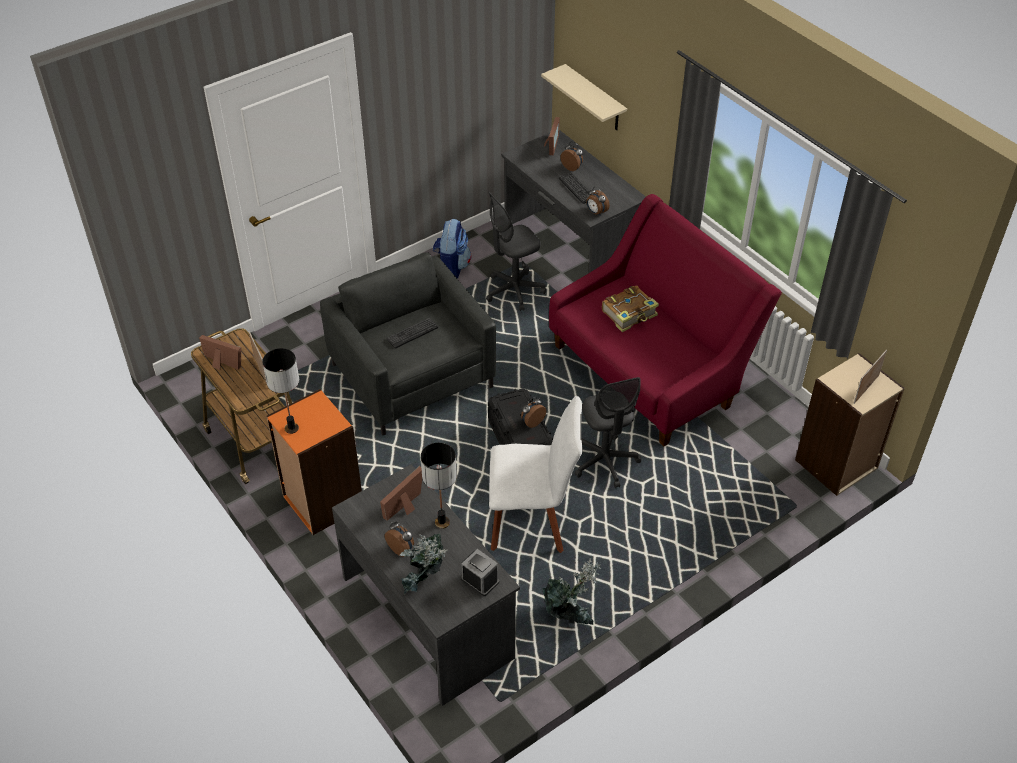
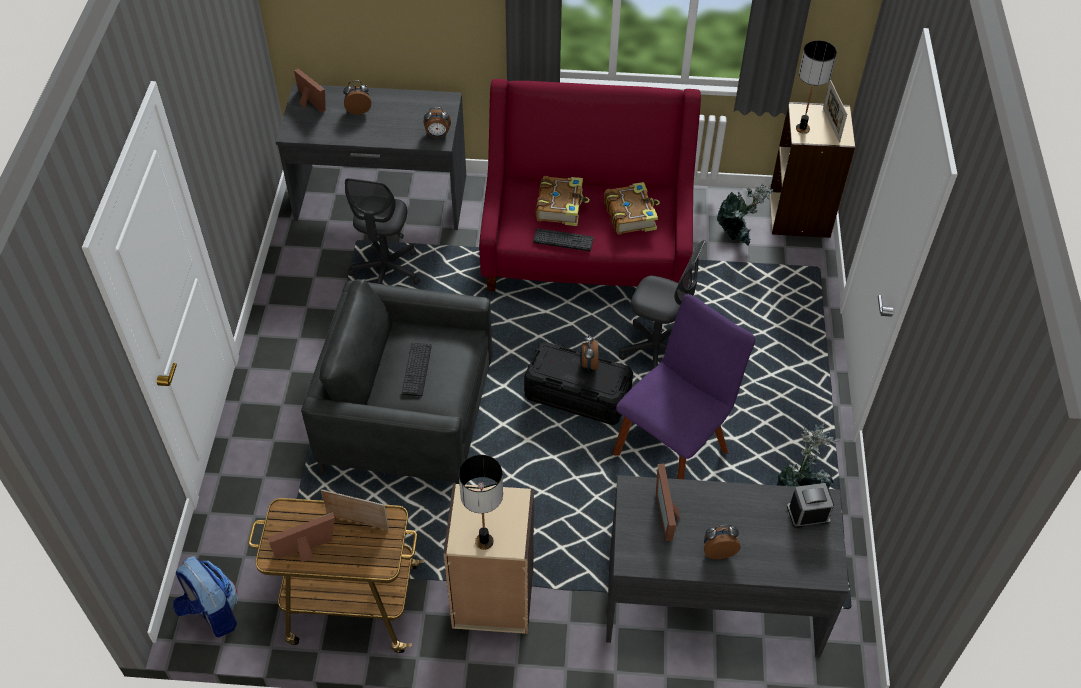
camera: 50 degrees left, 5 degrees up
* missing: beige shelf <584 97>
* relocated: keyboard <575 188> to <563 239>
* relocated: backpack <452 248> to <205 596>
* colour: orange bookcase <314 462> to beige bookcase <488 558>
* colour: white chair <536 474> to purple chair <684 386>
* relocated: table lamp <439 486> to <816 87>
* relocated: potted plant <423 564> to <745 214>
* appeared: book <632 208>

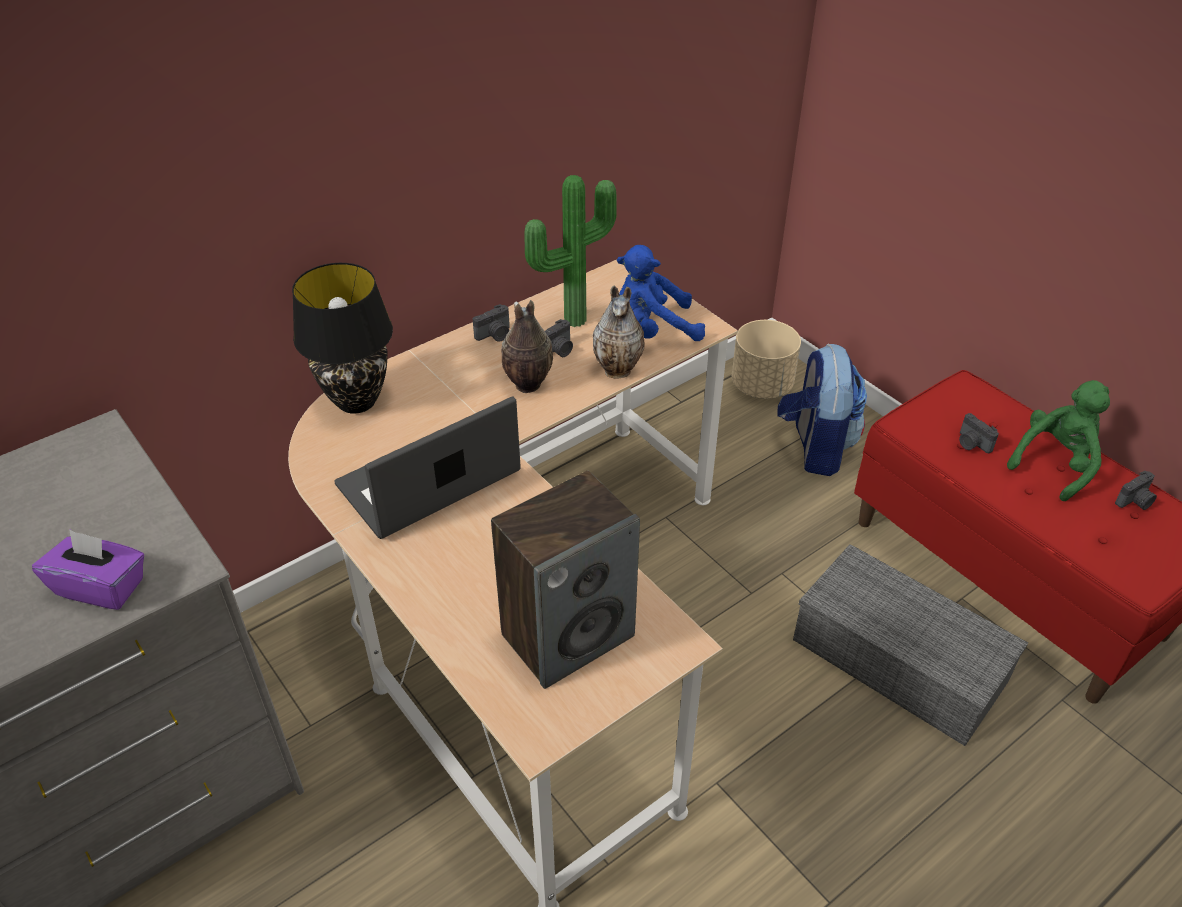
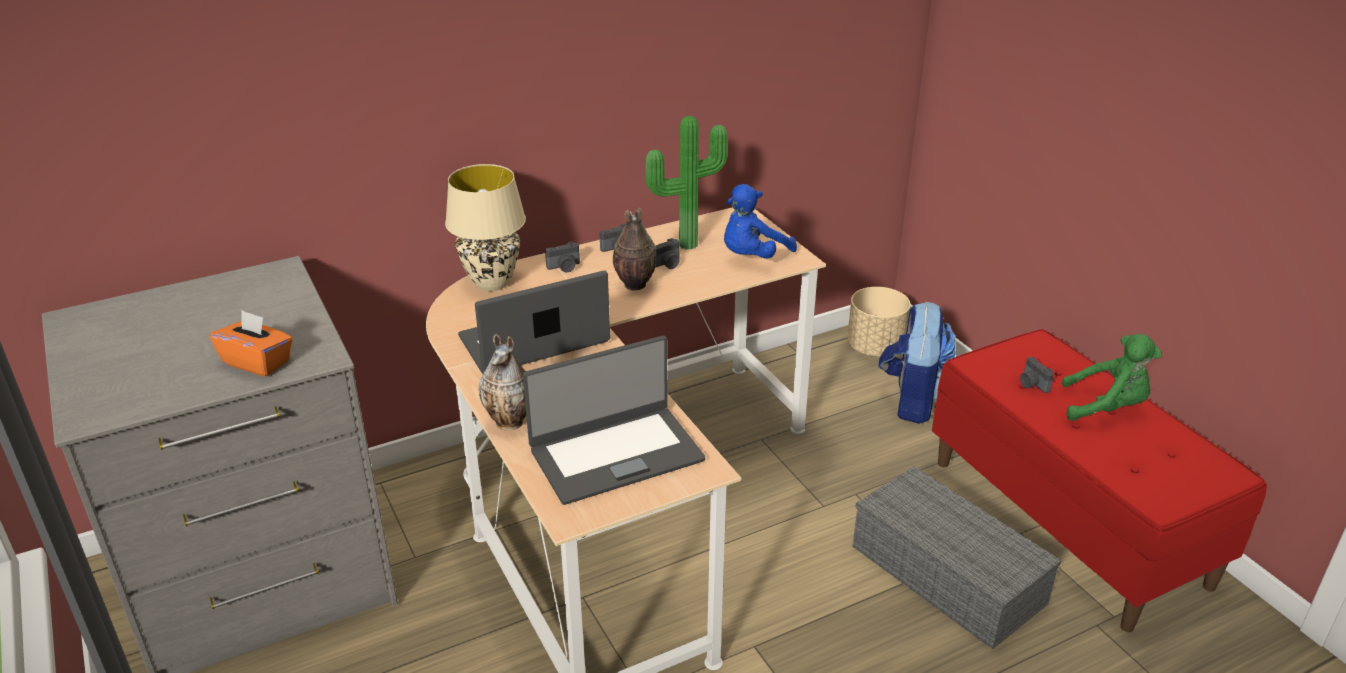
camera: 10 degrees right, 10 degrees down
* spun: blue plush toy <661 293> = <760 221> 45 degrees counterclockwise
* colour: black table lamp <342 338> to beige table lamp <485 227>
* relocated: vase <619 332> to <502 382>
* spun: green plush toy <1058 440> = <1112 377> 45 degrees clockwise
* exchanged: speaker <565 580> to laptop <614 420>
* relocated: photo camera <1136 490> to <562 257>
* colour: purple tissue box <88 569> to orange tissue box <251 343>

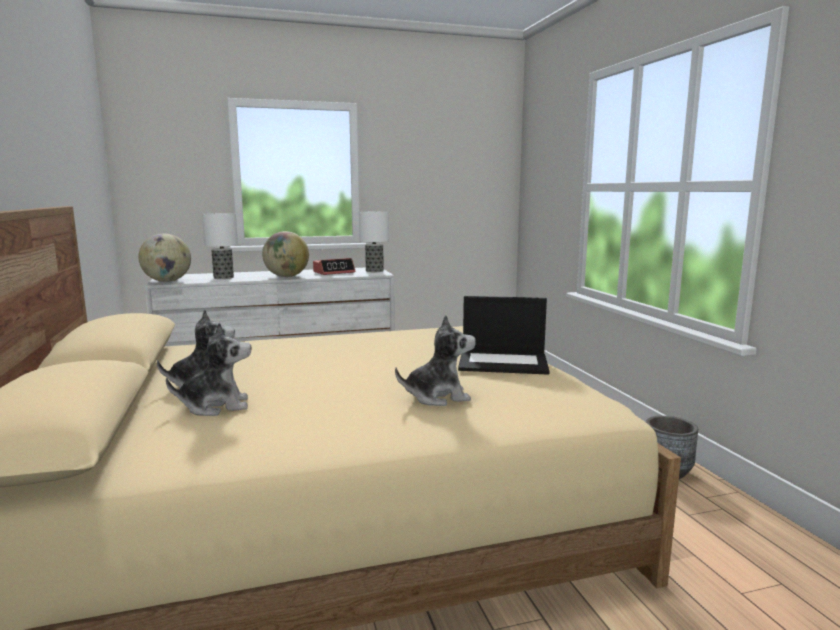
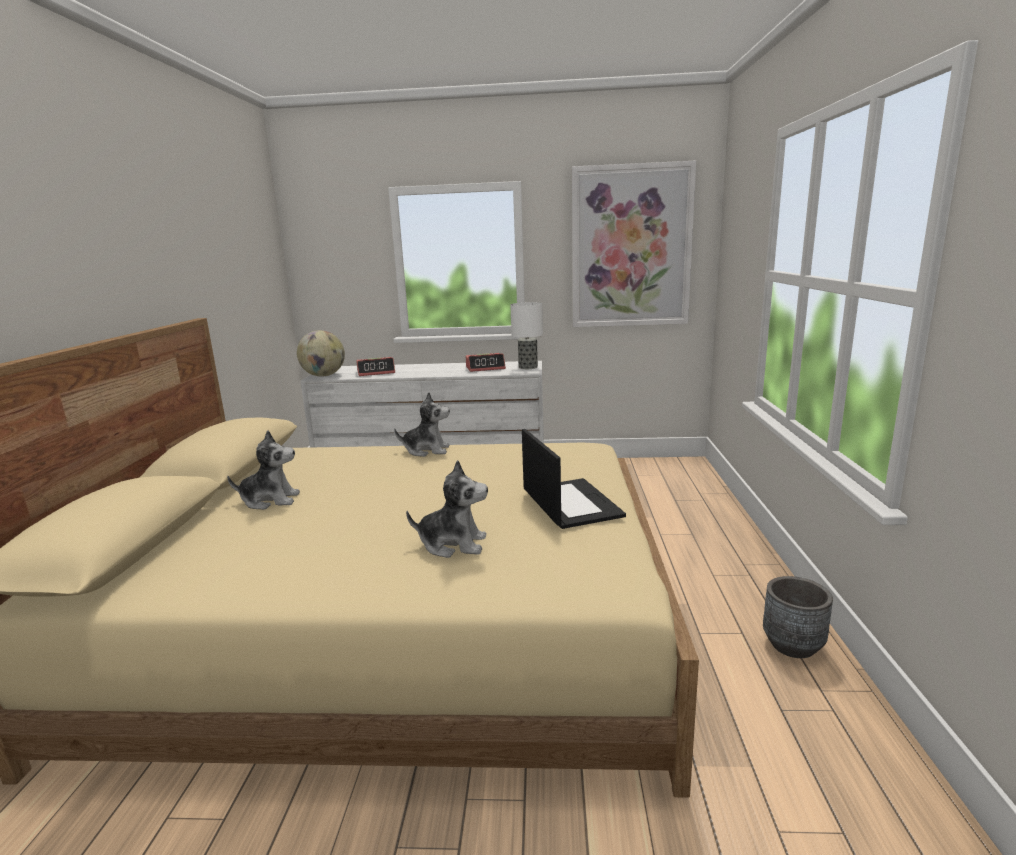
camera: 20 degrees right, 5 degrees up
* exchanged: table lamp <220 246> to alarm clock <375 366>
* missing: globe <285 254>
* spun: laptop <503 335> = <574 479> 135 degrees counterclockwise
* relocated: plush toy <208 369> to <422 424>
* appeared: picture <634 244>

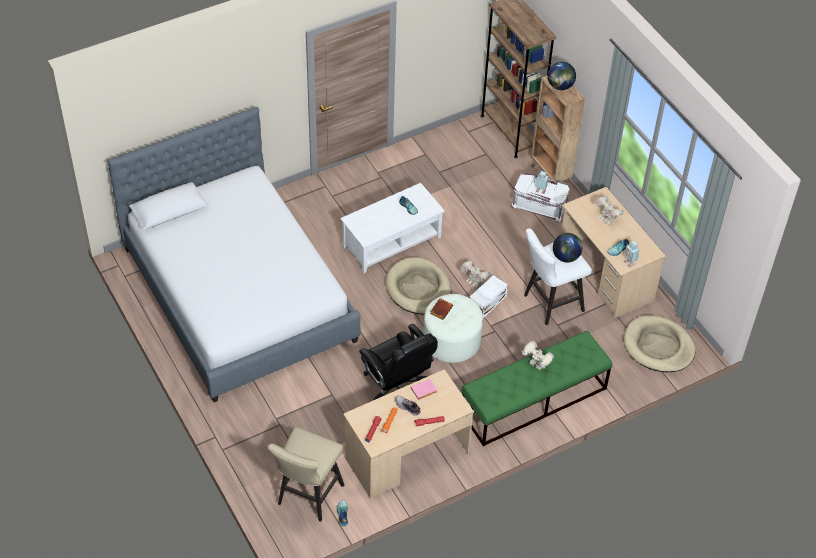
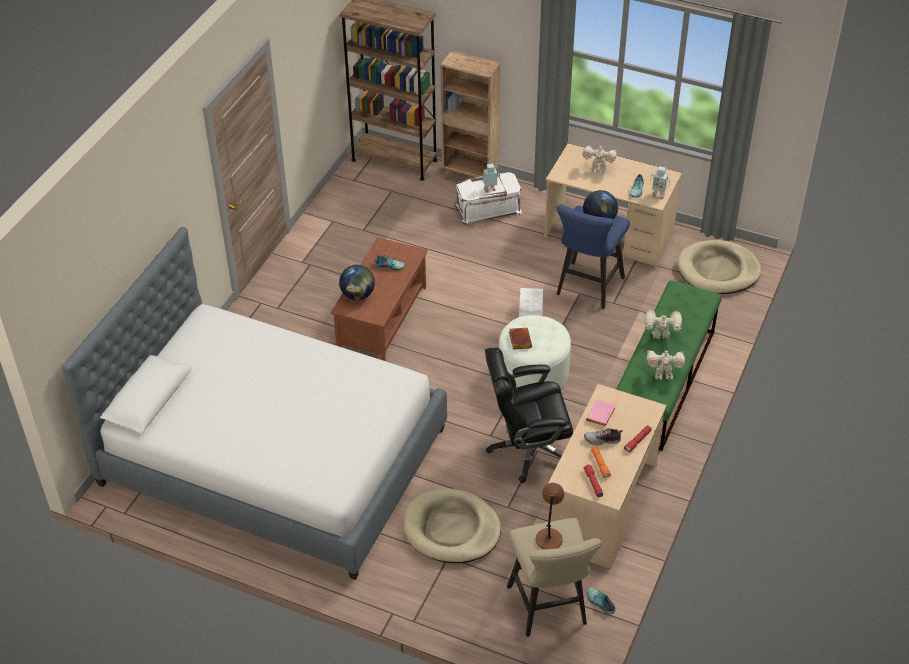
camera: 35 degrees left, 5 degrees down
* relocated: globe <562 76> to <357 282>
* colour: white coffee table <392 228> to brown coffee table <379 299>
* colour: white stool <558 276> to blue stool <593 256>
* relocated: beige dog bed <419 286> to <452 525>
* relocated: toy robot <475 274> to <665 365>
* spun: black office chair <398 362> = <529 415> 150 degrees clockwise
* appeared: brown table lamp <550 516>

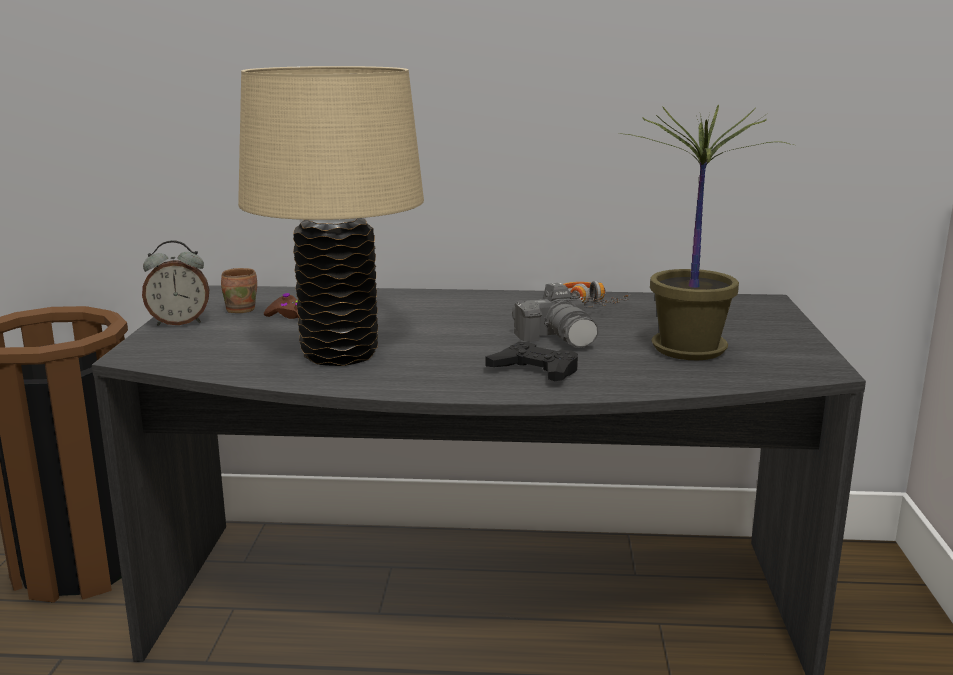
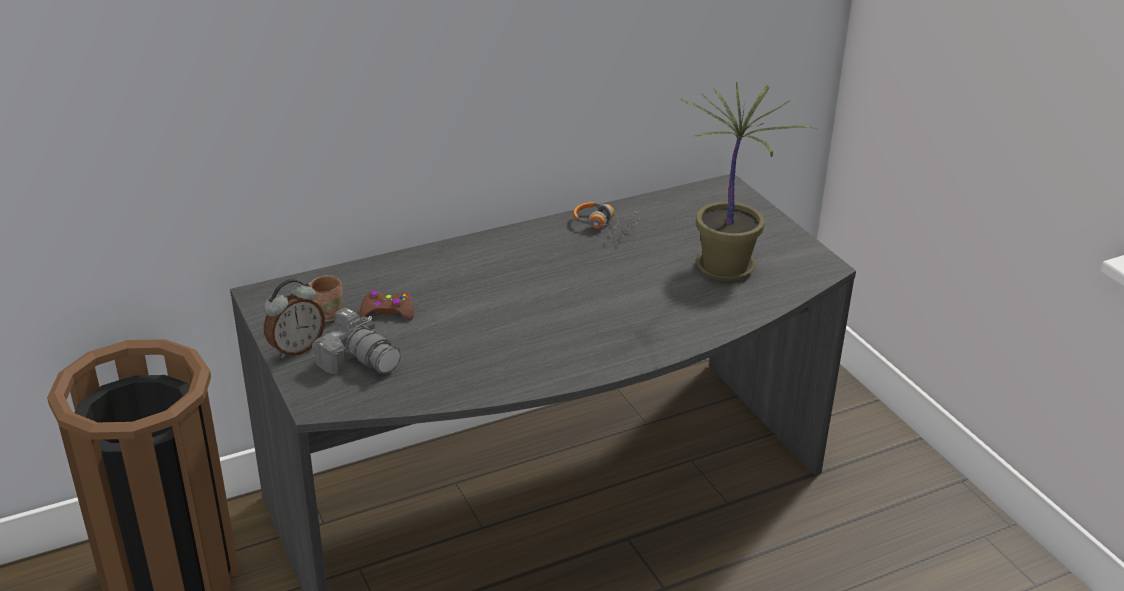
camera: 30 degrees left, 15 degrees up
* missing: beige table lamp <331 216>
* relocated: photo camera <555 315> to <356 341>
* missing: black game controller <532 361>

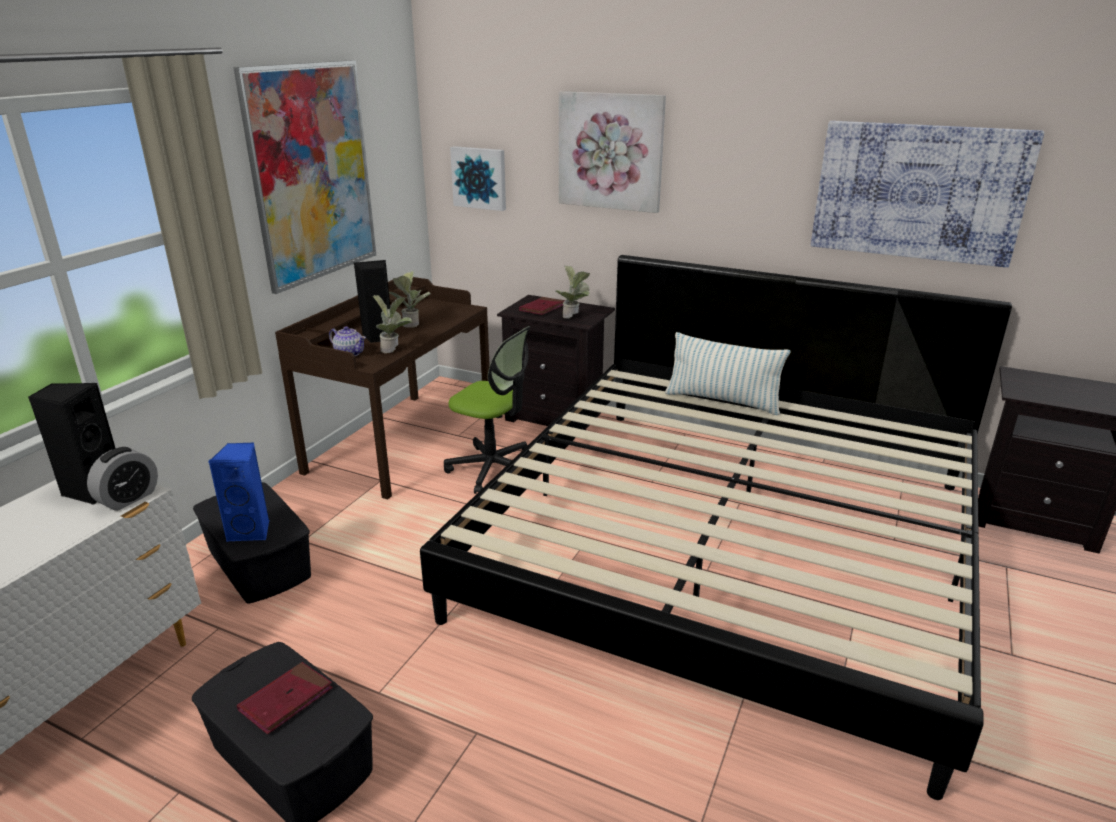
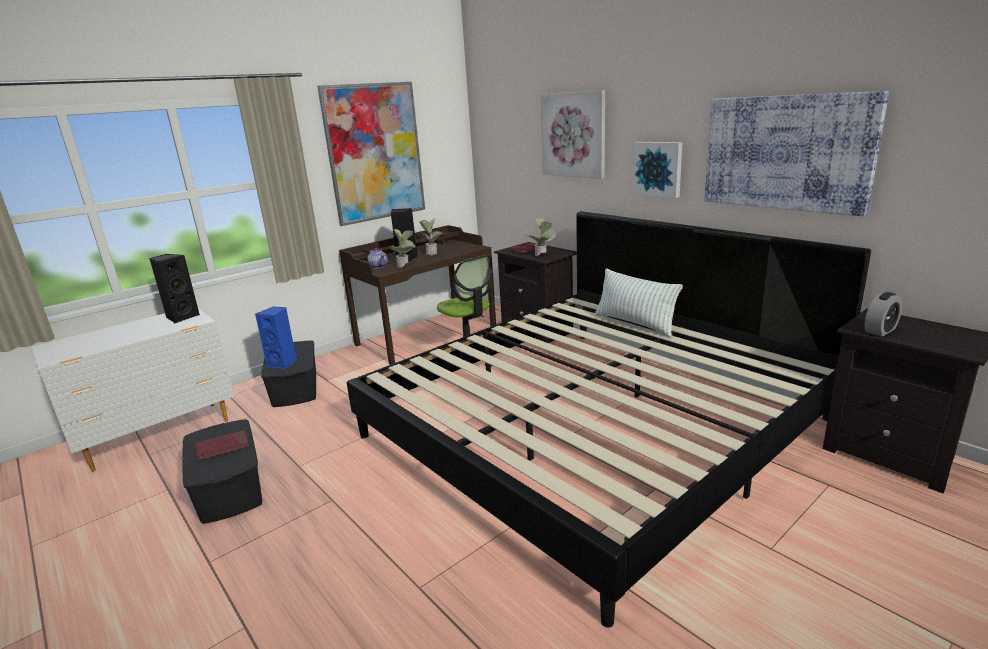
camera: 25 degrees right, 5 degrees down
* relocated: picture <478 178> to <657 170>
* relocated: alarm clock <122 479> to <884 314>

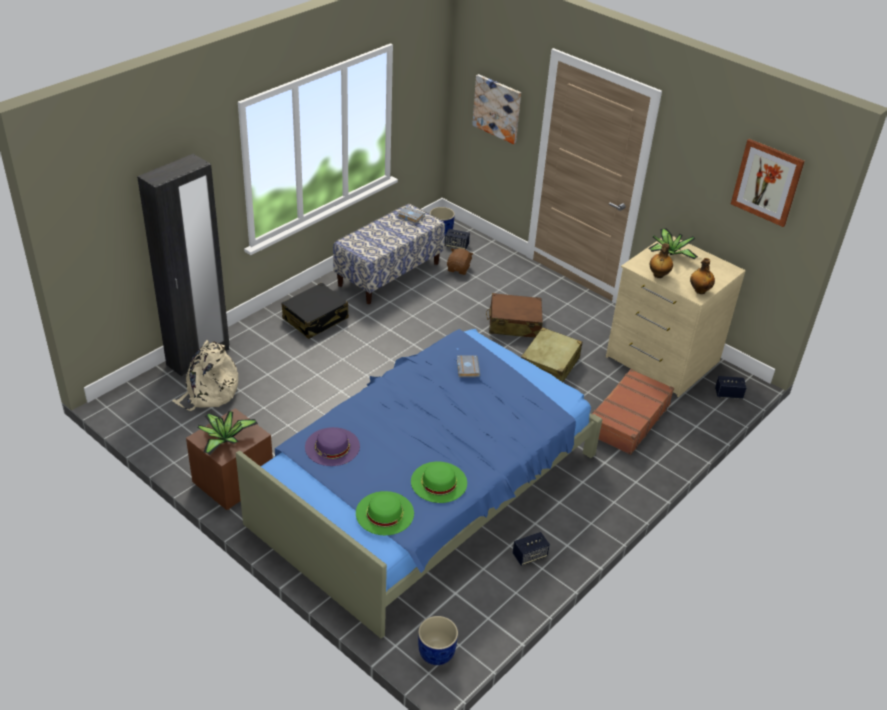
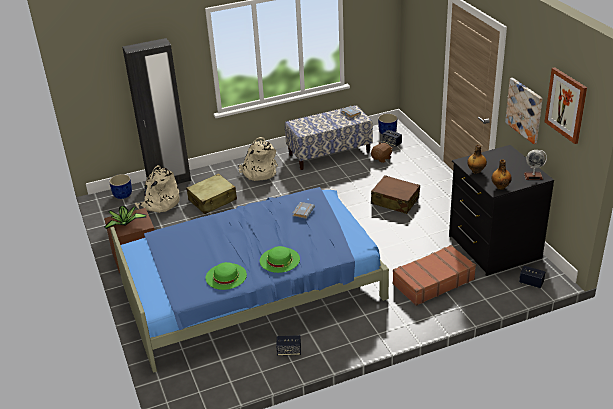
camera: 30 degrees right, 5 degrees down
* relocated: picture <496 109> to <524 111>
* missing: potted plant <673 244>
* colour: beige dresser <676 316> to black dresser <501 210>
* exchanged: black suitcase <315 310> to beige backpack <258 159>
* relocated: beige suitcase <551 354> to <211 193>
* missing: purple hat <332 446>
* relocated: green hat <385 513> to <280 259>
* relocated: blue planter <438 640> to <120 186>
* appeared: globe <535 165>

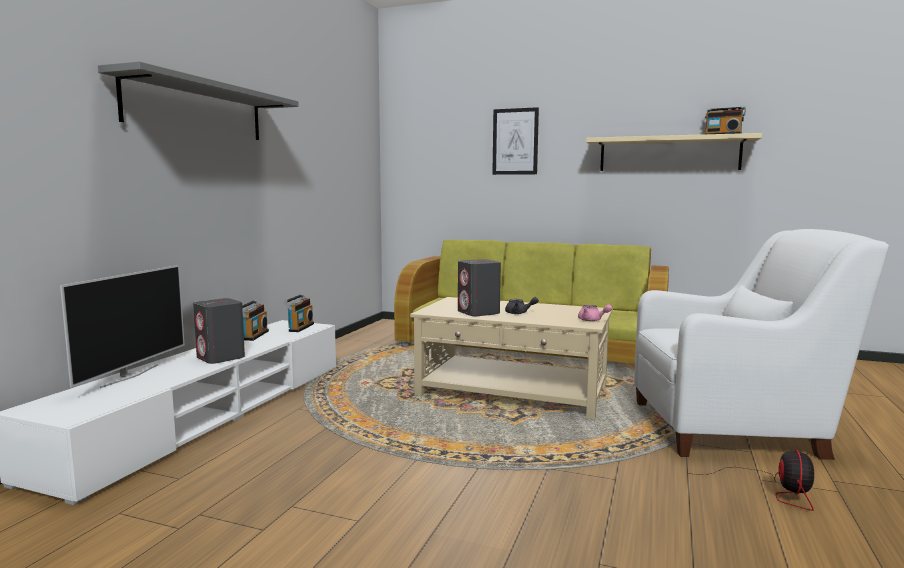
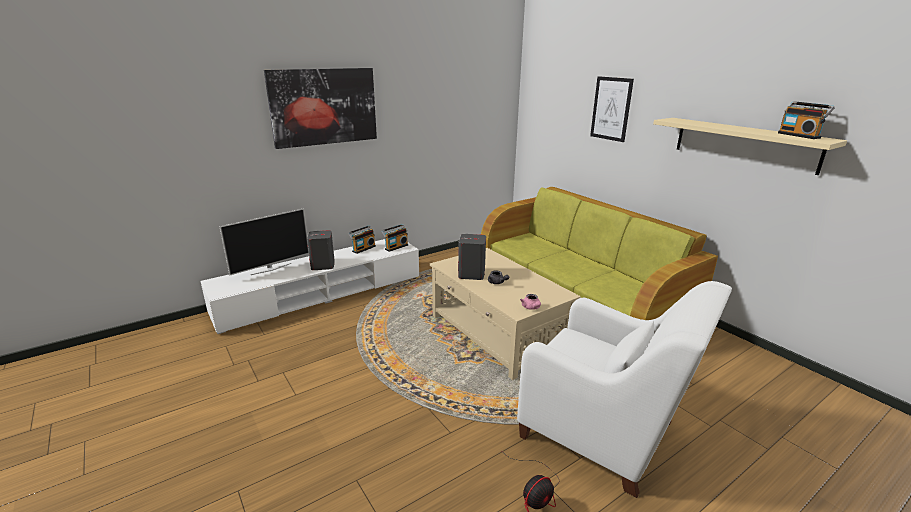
camera: 35 degrees right, 15 degrees up
* exchanged: grey shelf <198 100> to picture <320 108>

